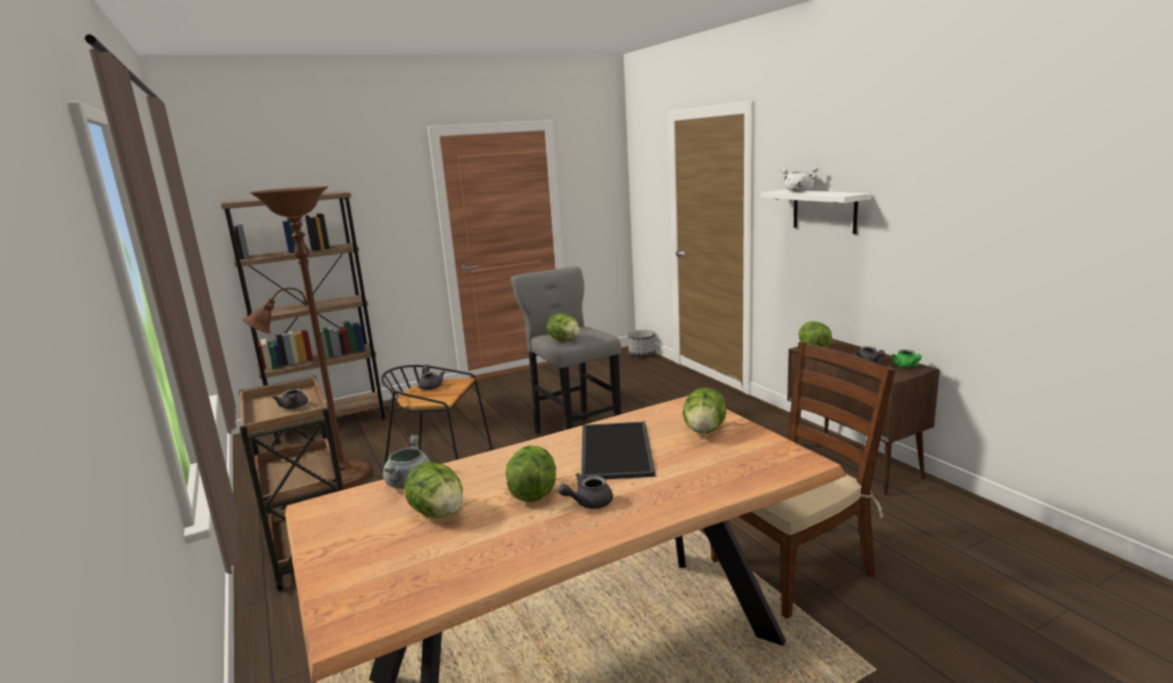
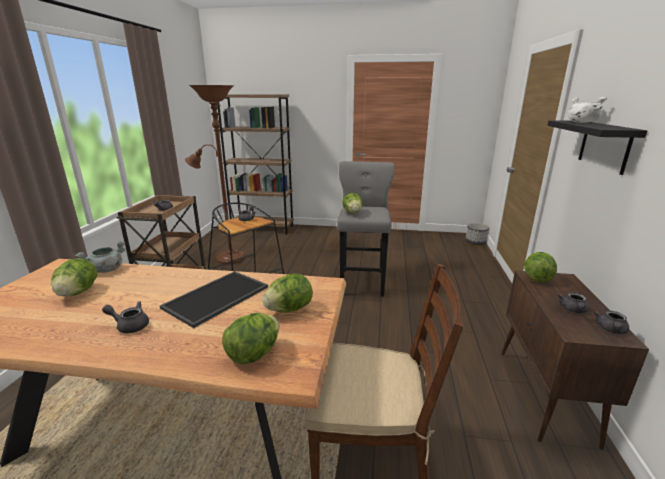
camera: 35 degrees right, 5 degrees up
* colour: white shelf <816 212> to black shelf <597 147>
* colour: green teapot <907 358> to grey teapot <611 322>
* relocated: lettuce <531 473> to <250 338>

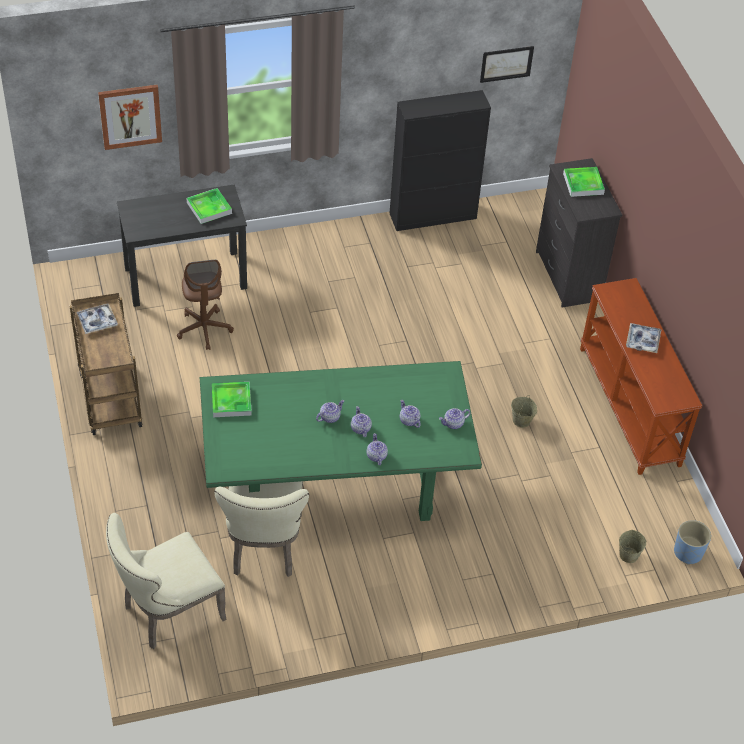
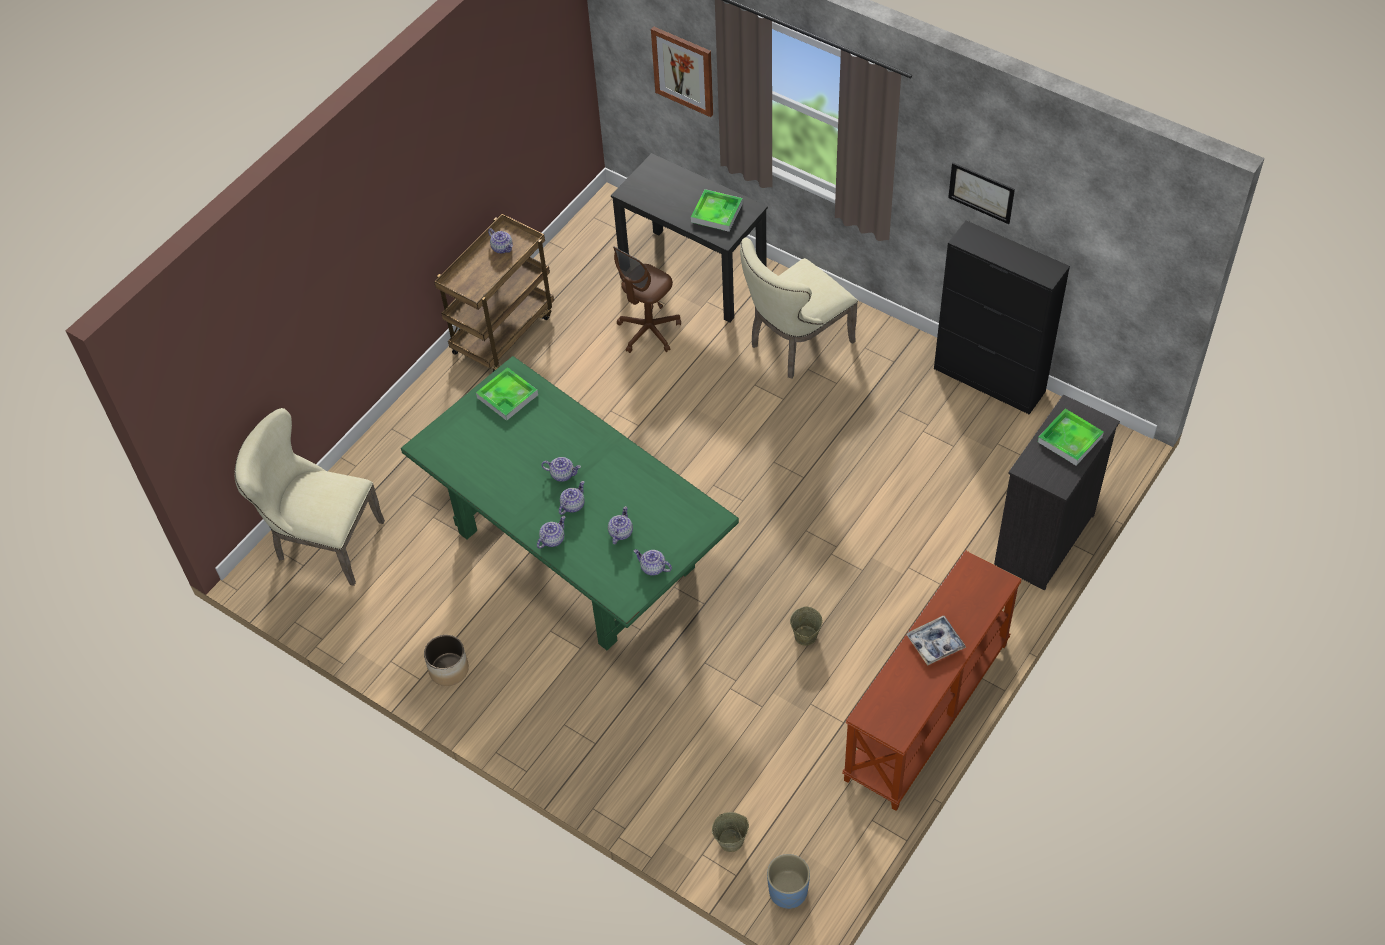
camera: 55 degrees right, 5 degrees up
* relocated: picture <507 64> to <981 193>
* exchanged: tray <97 318> to teapot <500 241>
* relocated: beige chair <261 529> to <799 308>
* appeared: planter <446 660>

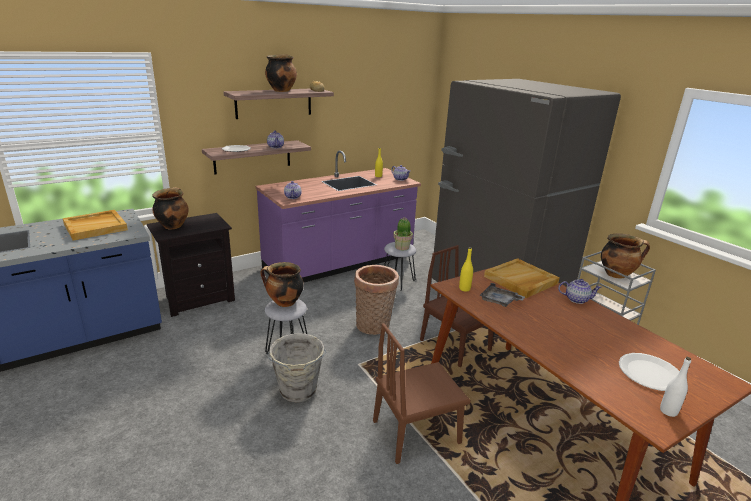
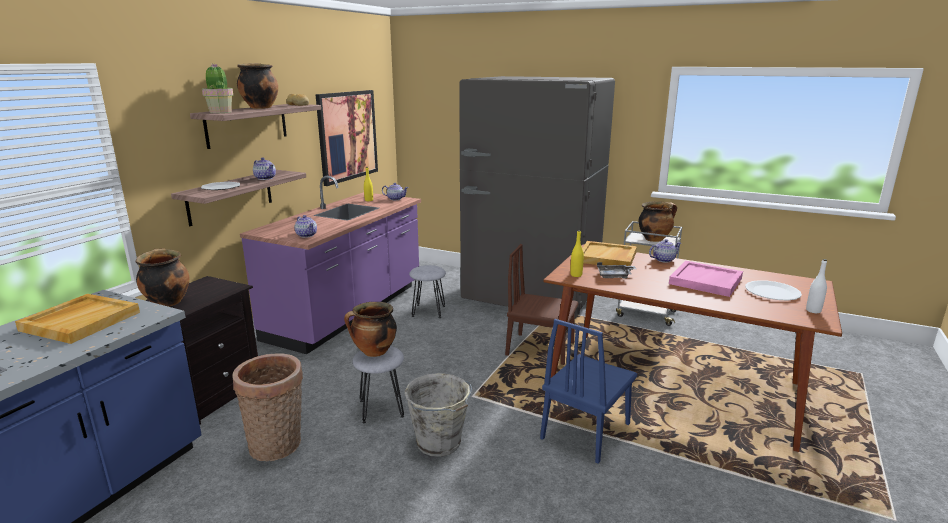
camera: 30 degrees left, 5 degrees down
* relocated: potted plant <403 233> to <217 88>
* relocated: basket <376 300> to <267 407>
* colour: brown chair <422 393> to blue chair <588 391>
* appeared: picture <346 138>
* appeared: pink tray <706 279>

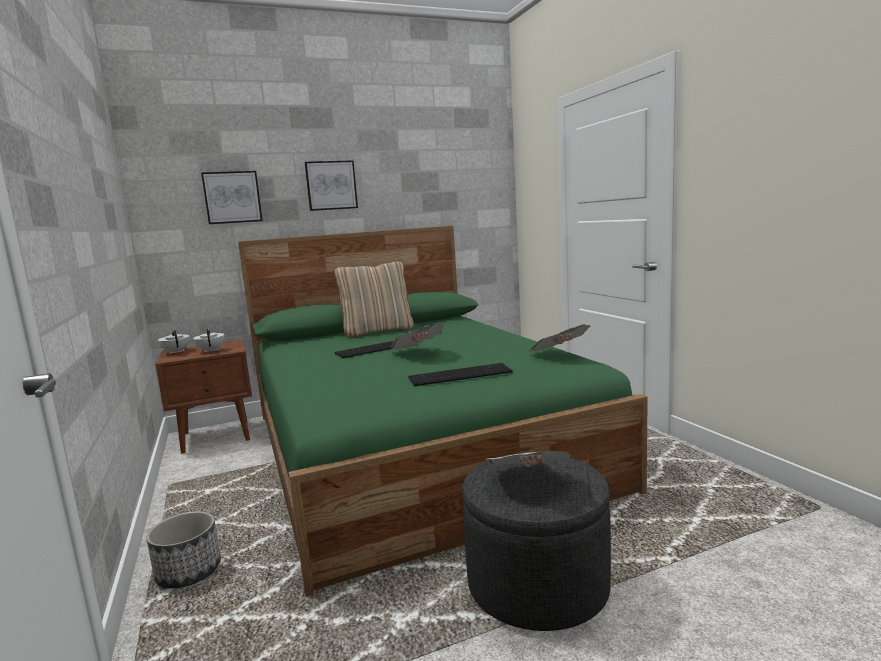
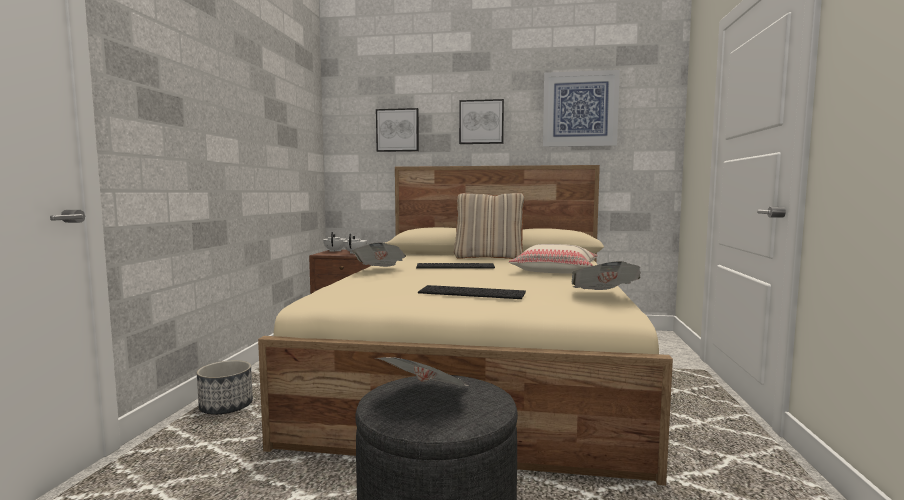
camera: 30 degrees right, 5 degrees down
* colour: green bed <443 411> to beige bed <465 325>
* relocated: newspaper <417 336> to <379 254>
* appeared: picture <581 108>
* appeared: beige pillow <553 259>

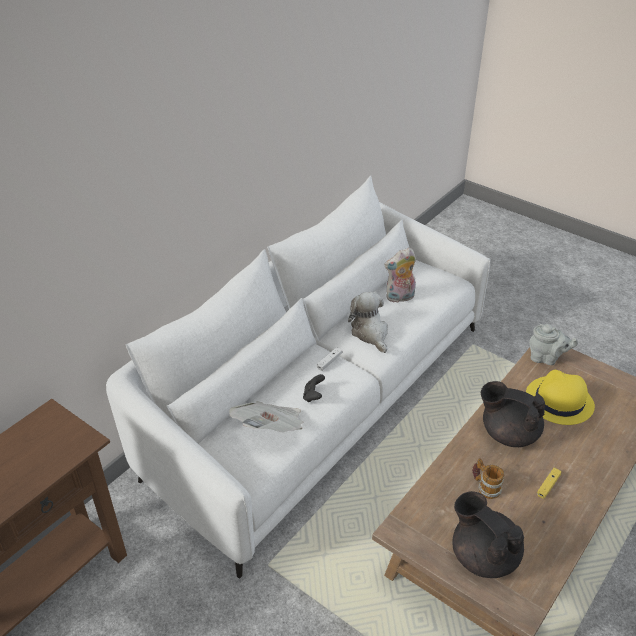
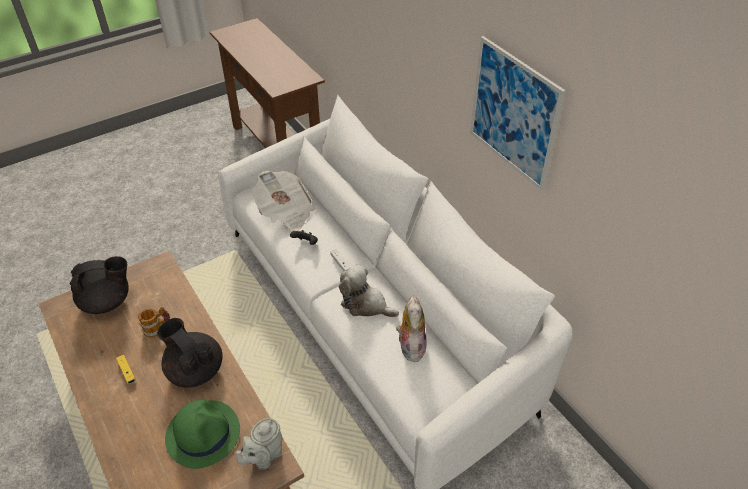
camera: 110 degrees right, 5 degrees up
* spun: plush toy <368 322> = <369 291> 150 degrees counterclockwise
* colour: yellow hat <560 397> to green hat <202 434>
* spun: black teapot <513 414> = <190 352> 90 degrees counterclockwise
* appeared: picture <518 113>

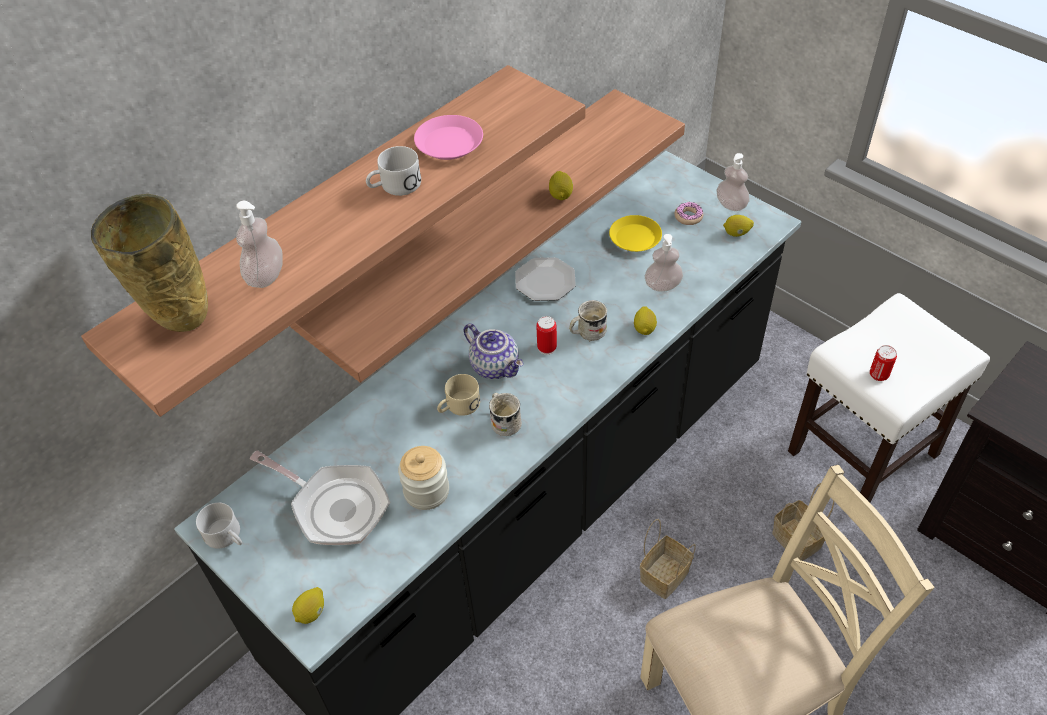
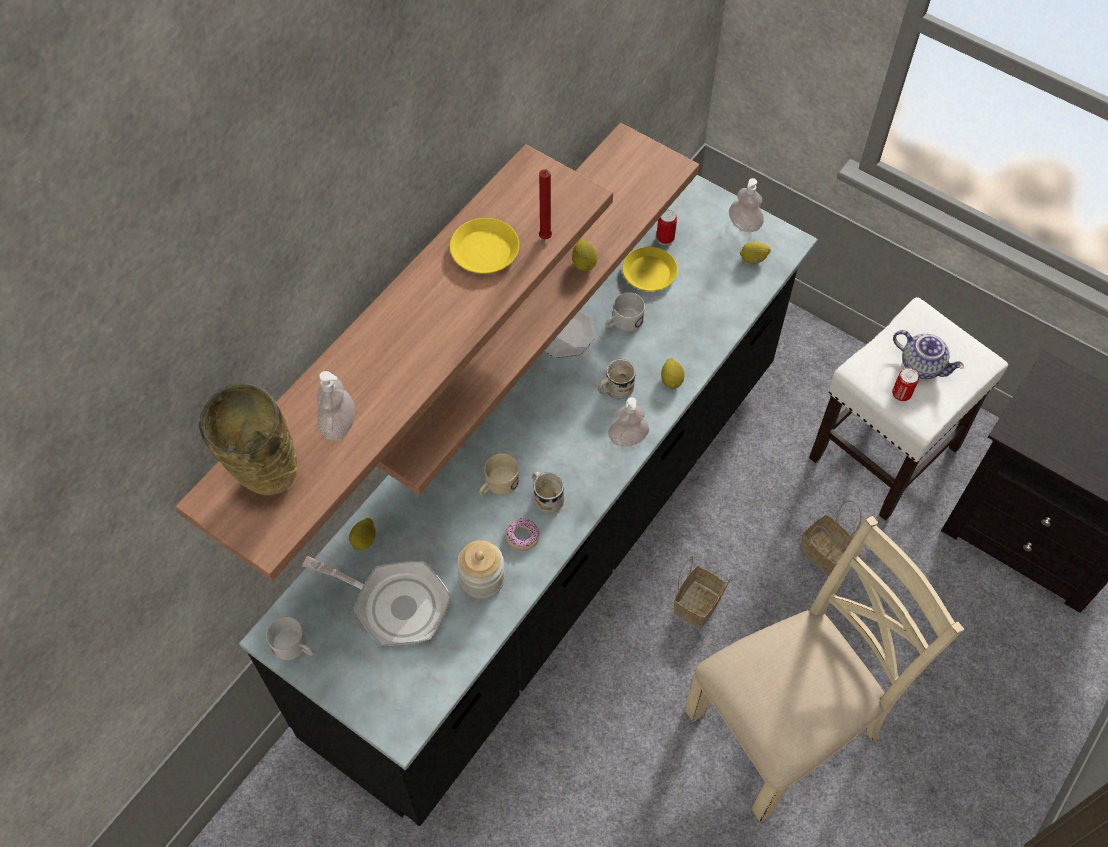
camera: 10 degrees left, 10 degrees up
* colour: pink plate <448 137> to yellow plate <484 245>
* relocated: white mug <393 171> to <625 311>
* relocated: donut <688 213> to <522 535>
* relocated: soap dispenser <664 263> to <628 421>
* relocated: can <546 335> to <666 227>
* relocated: teapot <493 351> to <928 354>
* relocated: lemon <308 605> to <362 534>
* appeared: red candle <545 204>

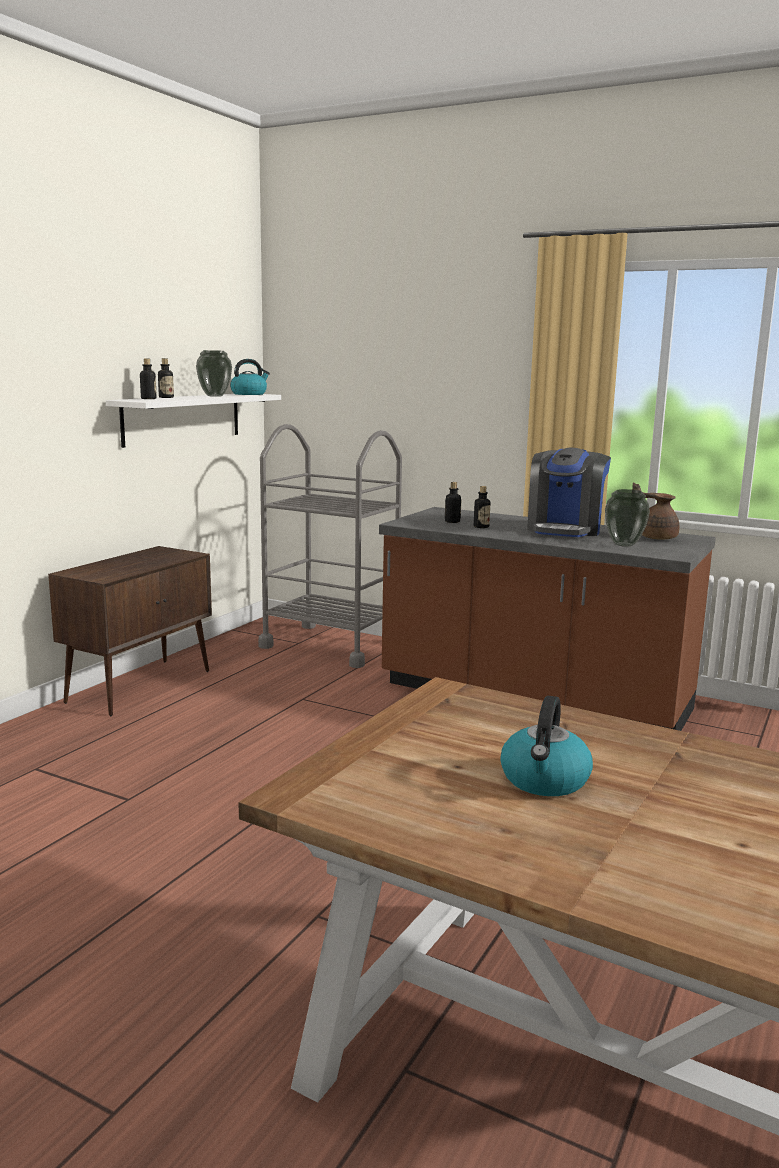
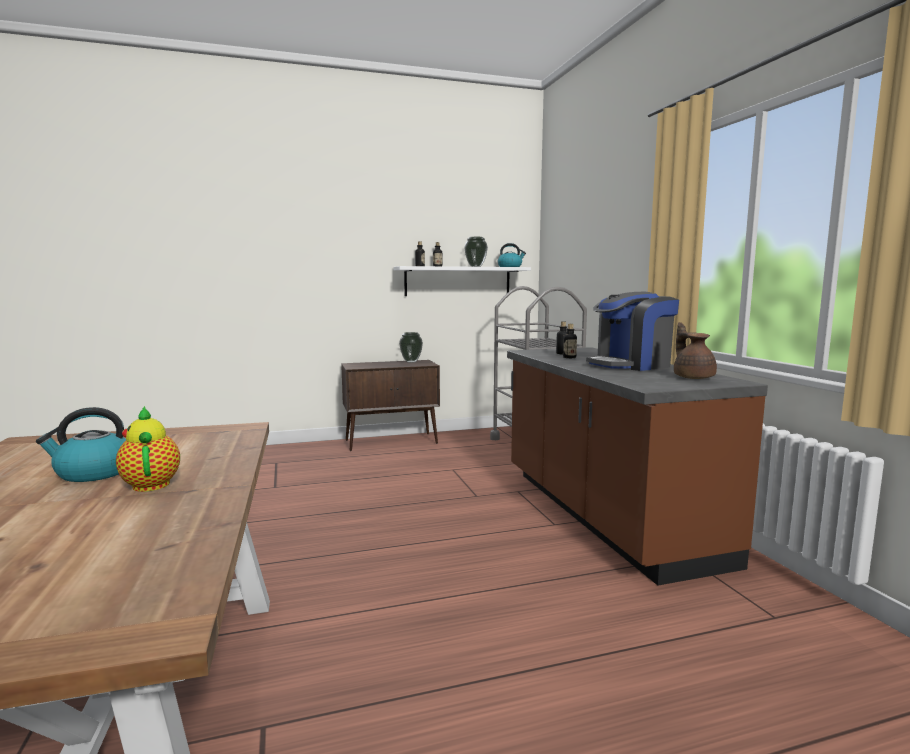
camera: 45 degrees right, 5 degrees down
* relocated: vase <627 518> to <411 347>
* appeared: teapot <148 449>

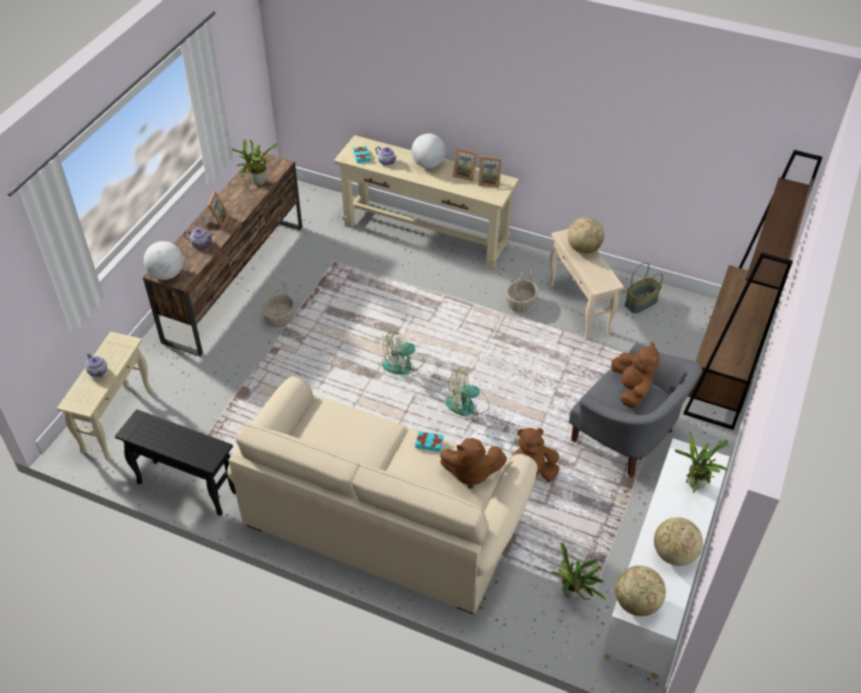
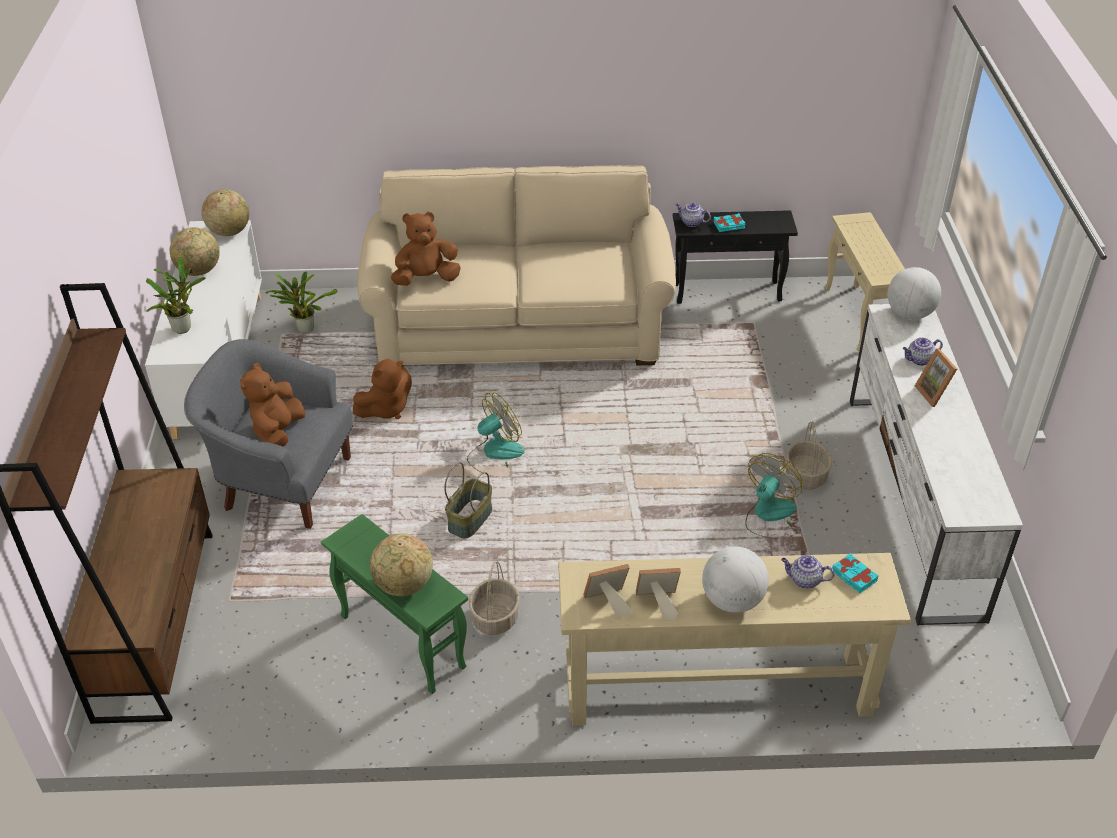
camera: 155 degrees right, 5 degrees down
* missing: potted plant <254 162>
* colour: brown tv stand <222 254> to white tv stand <936 465>
* colour: beige side table <586 284> to green side table <394 604>
* relocated: basket <644 288> to <468 500>
* relocated: fan <403 353> to <773 496>
* spun: brown plush toy <635 375> = <273 405> 45 degrees clockwise
* relocated: teapot <96 365> to <693 215>
* relocated: turquoise book <429 441> to <729 222>

